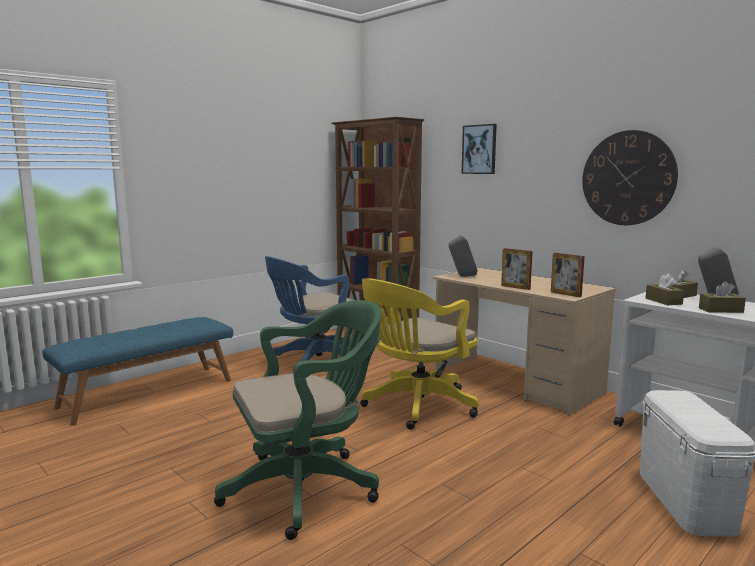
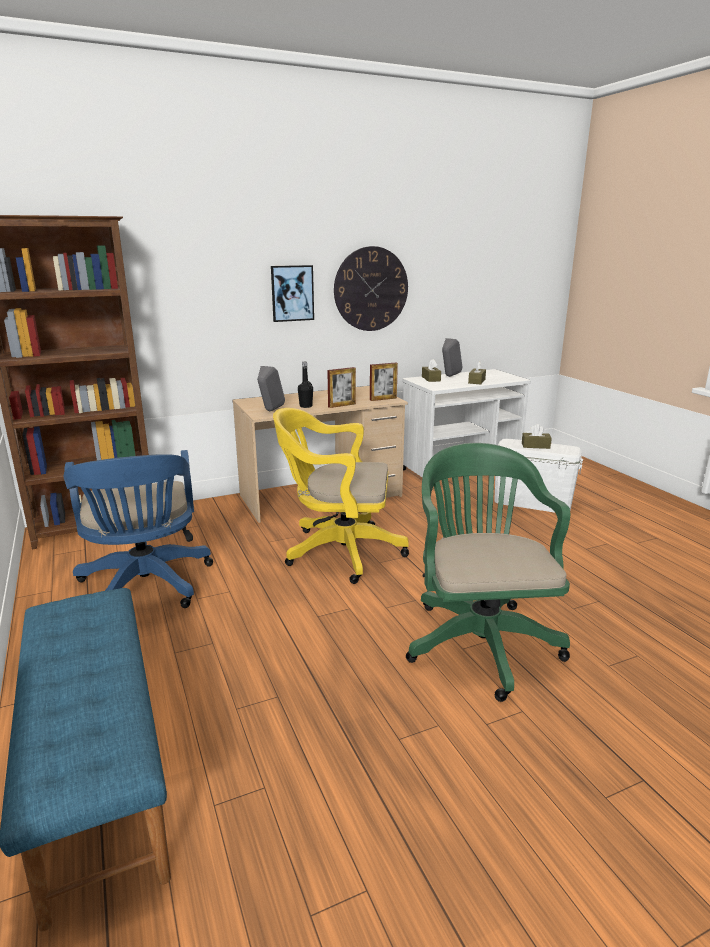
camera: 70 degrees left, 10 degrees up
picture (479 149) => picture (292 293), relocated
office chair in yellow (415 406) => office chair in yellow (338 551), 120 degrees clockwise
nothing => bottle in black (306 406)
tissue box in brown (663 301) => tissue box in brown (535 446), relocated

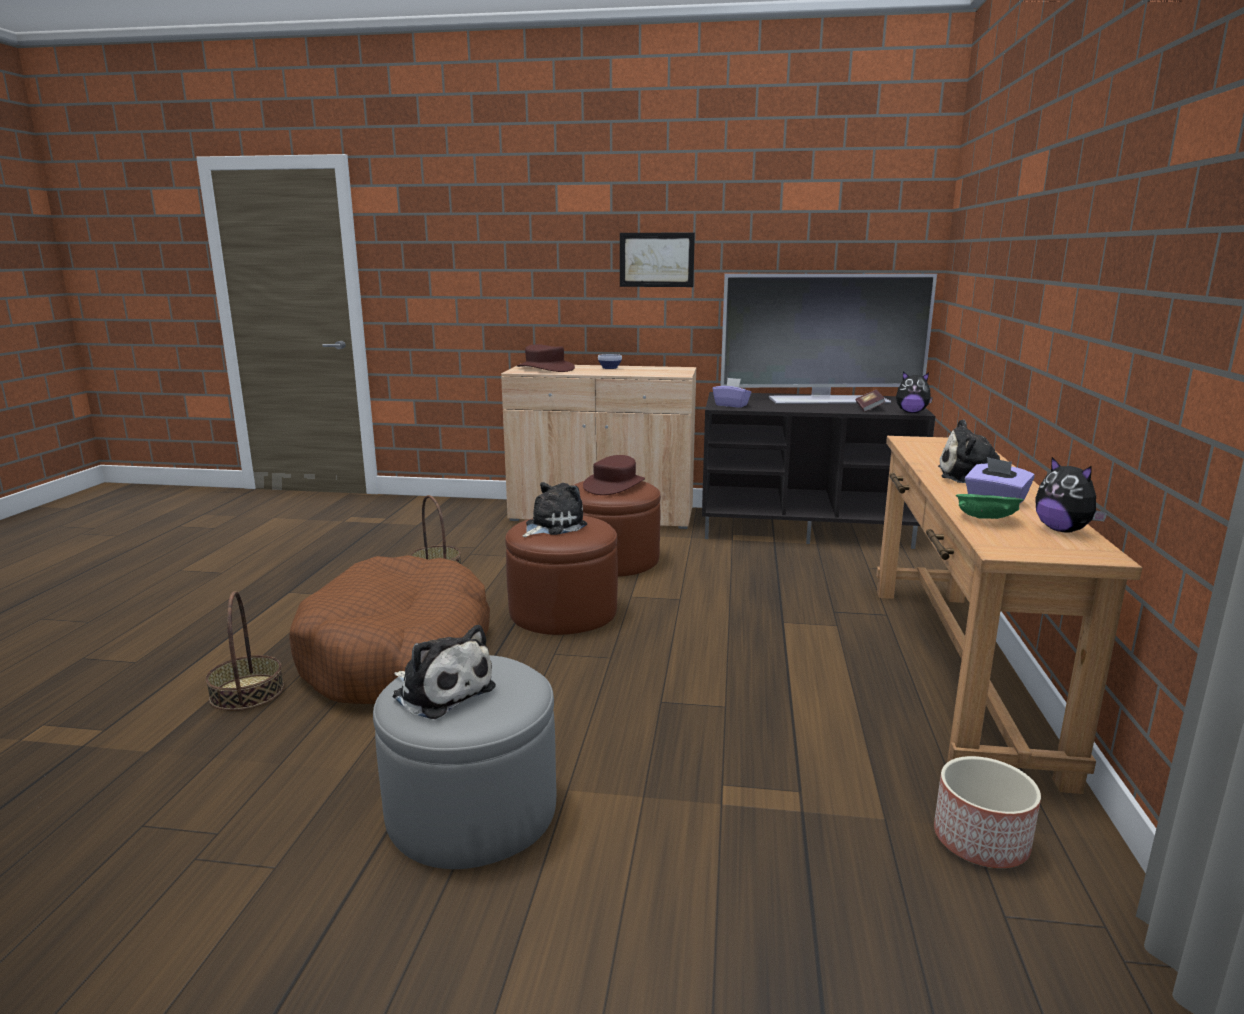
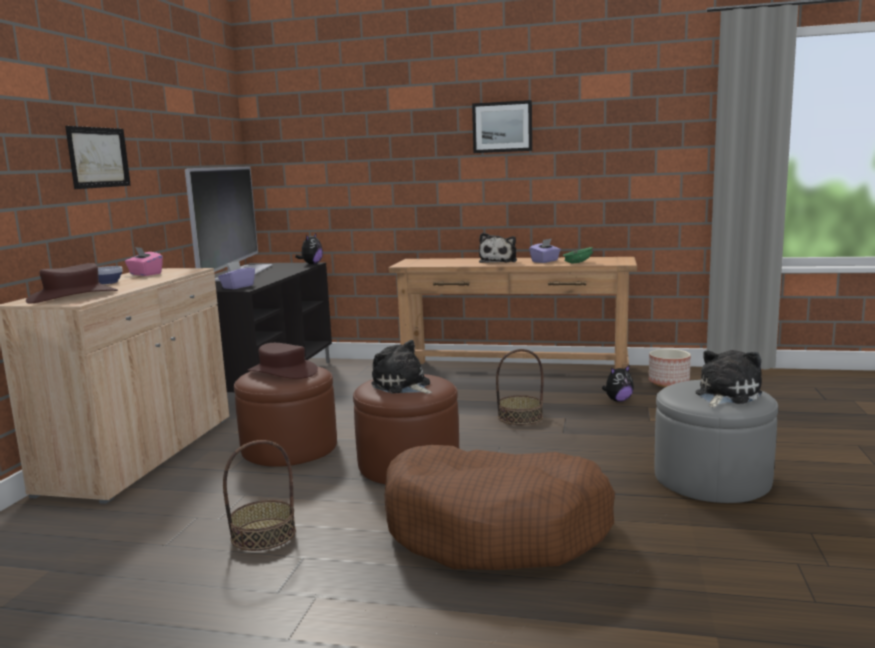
camera: 85 degrees left, 5 degrees down
nothing => tissue box in pink (145 274)
nothing => picture (502 127)
basket (247 692) => basket (520 417), relocated
plush toy (1063 530) => plush toy (618 400), relocated
book (869 408) => nothing

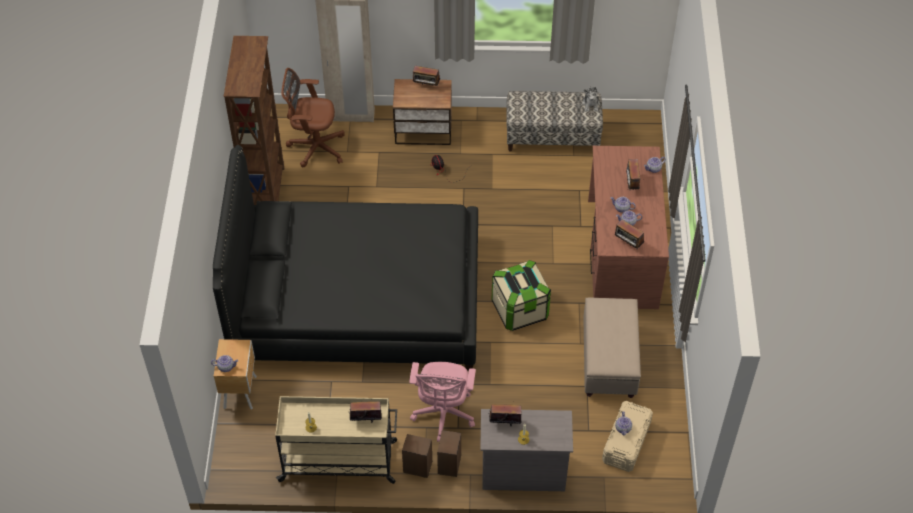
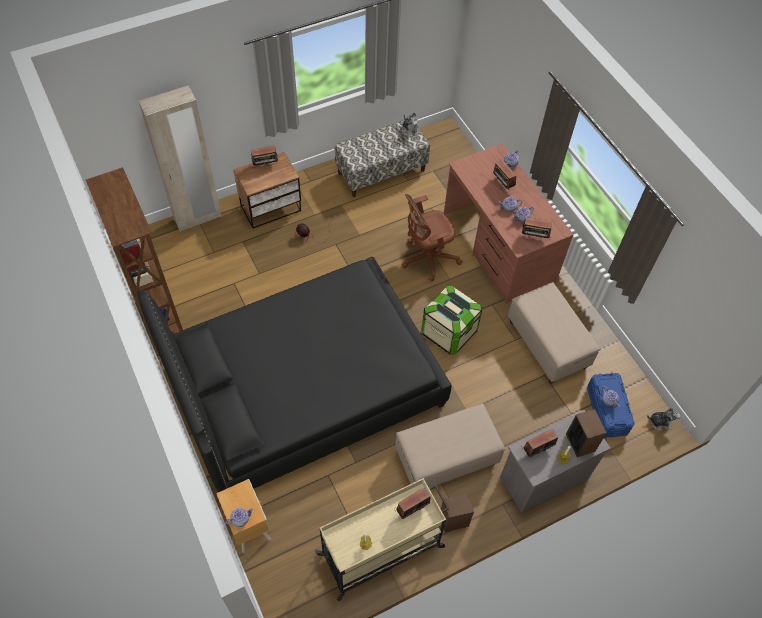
camera: 30 degrees left, 5 degrees up
office chair in pink (443 415) => ottoman in beige (445 458)
office chair in brown (314 147) => office chair in brown (427 258), relocated
speaker (449 464) => speaker (580 442), relocated
storage box in beige (626 442) => storage box in blue (607 410)
nothing => plush toy (659 422)

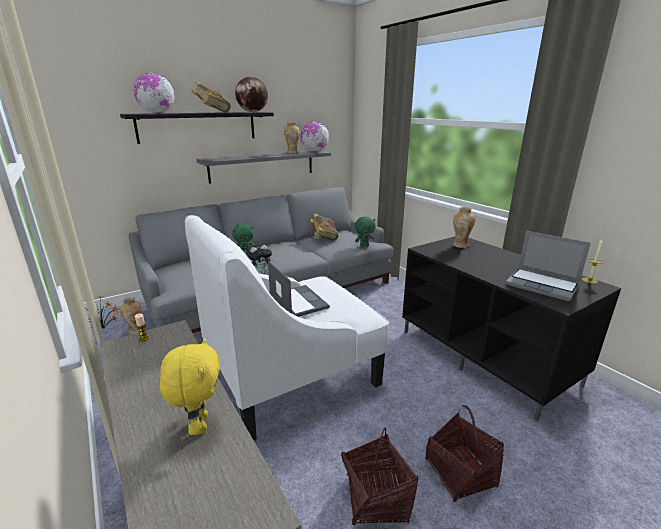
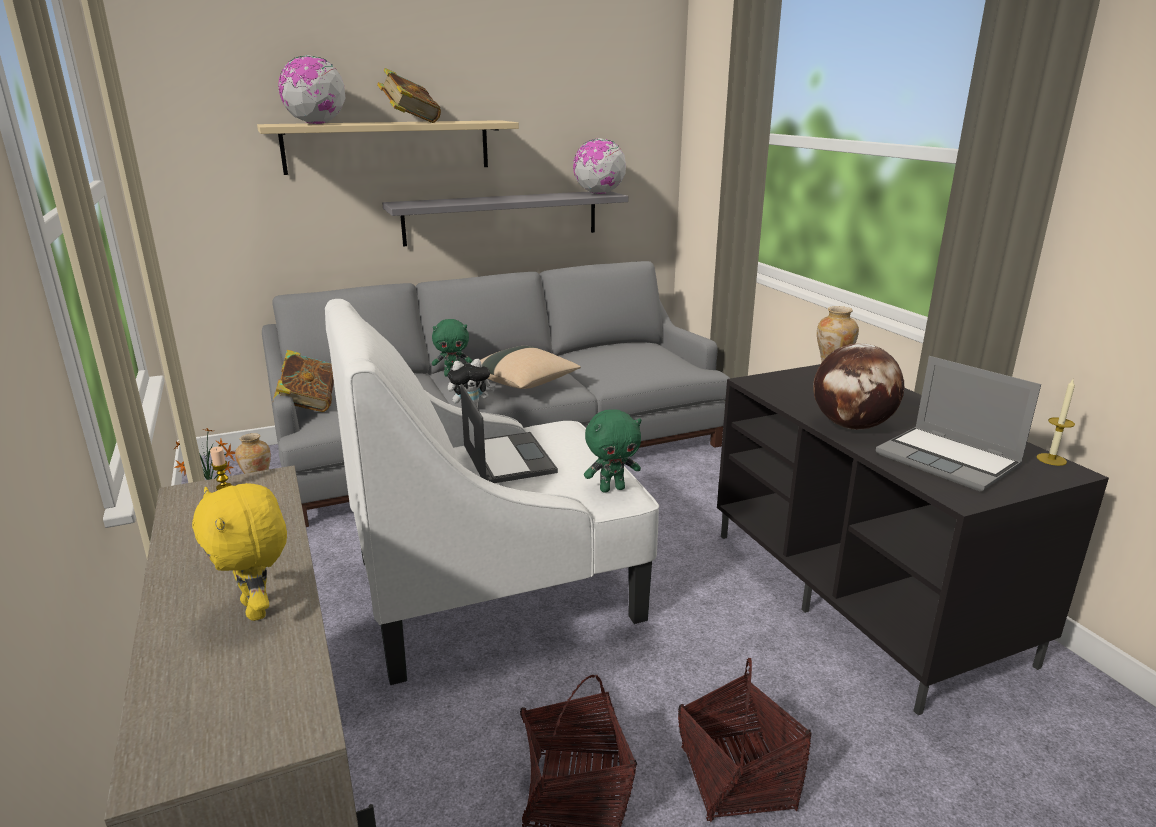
camera: 10 degrees right, 0 degrees up
plush toy in yellow (199 424) => plush toy in yellow (258 609), 150 degrees clockwise
shelf in black (198 126) => shelf in beige (388 146)
book (324 238) => book (308 405), relocated
nothing => pillow in beige (525 383)
plush toy in green (364 246) => plush toy in green (612 488), relocated
globe (253 112) => globe (852 426), relocated
vase (292 153) => nothing

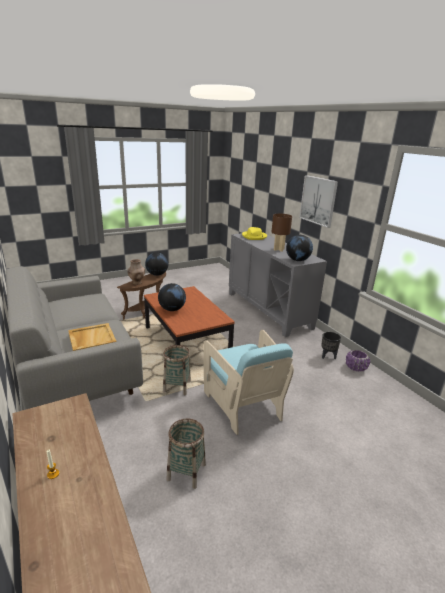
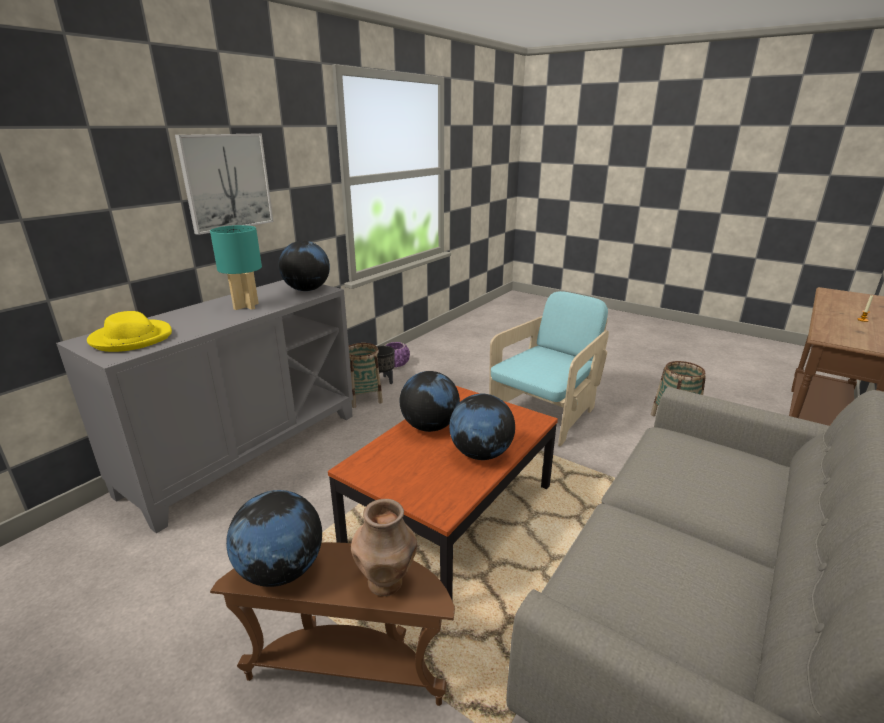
camera: 115 degrees left, 0 degrees up
table lamp in brown (278 249) => table lamp in turquoise (245 306)
basket (177 386) => basket (364 398), relocated
nothing => globe (430 426)
tray in beige (92 340) => nothing

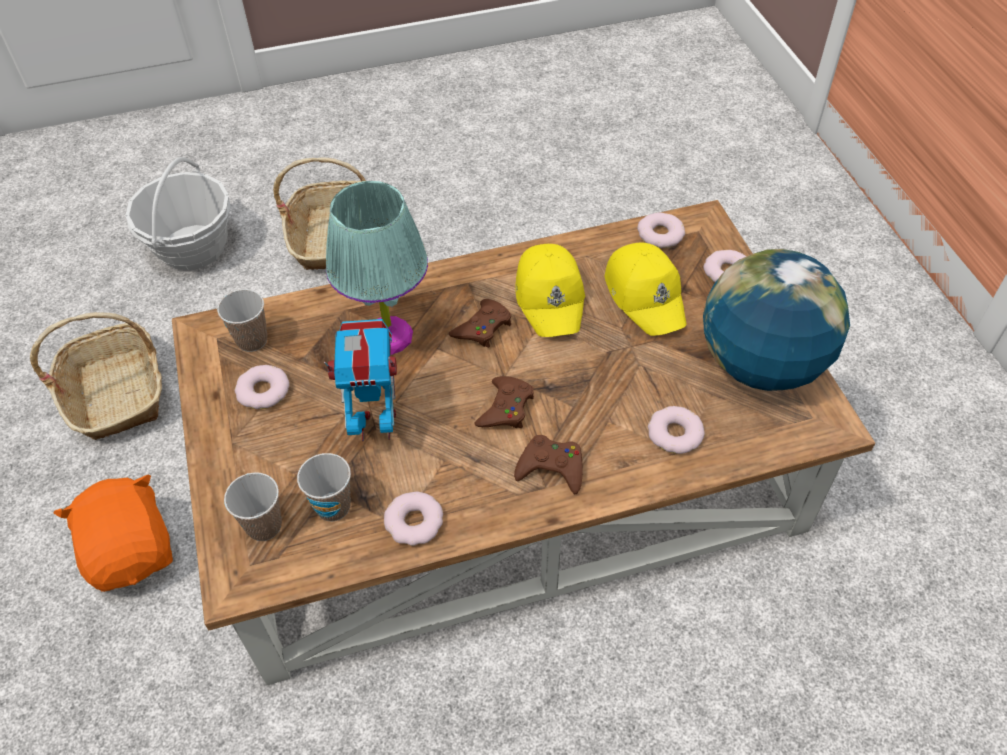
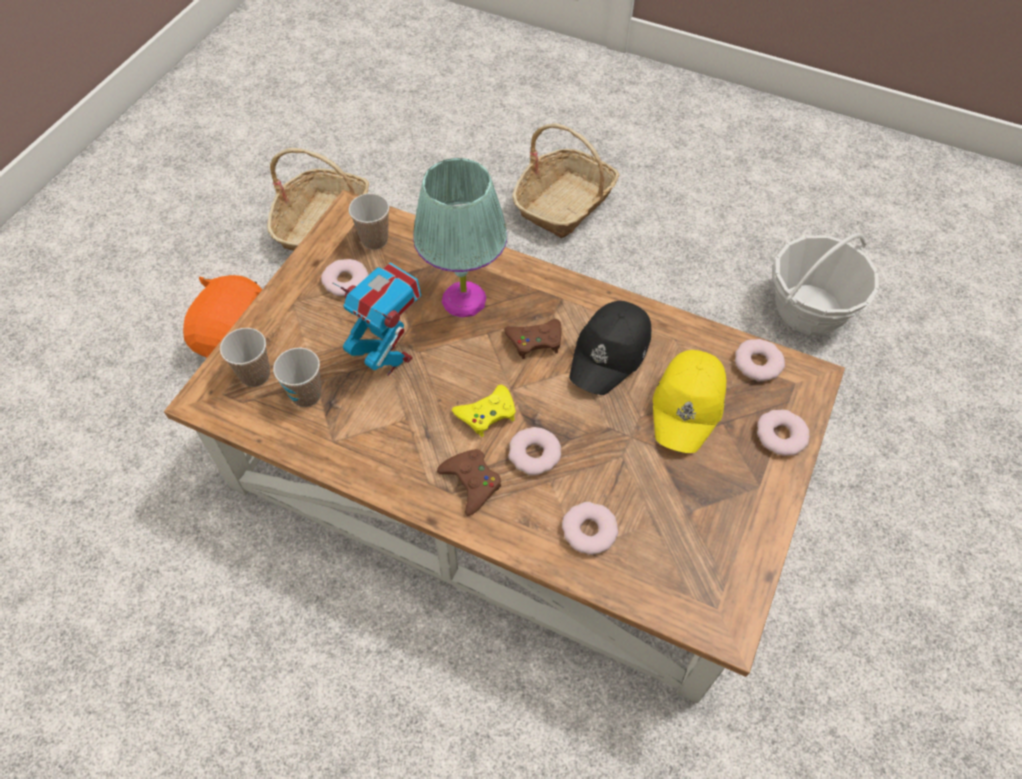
camera: 40 degrees right, 5 degrees up
game controller in brown (506 408) => game controller in yellow (487 413)
donut (414 522) => donut (534 454), relocated
cap in yellow (551 297) => cap in black (611 353)
basket (193 247) => basket (809 309), relocated
globe (760 365) => nothing

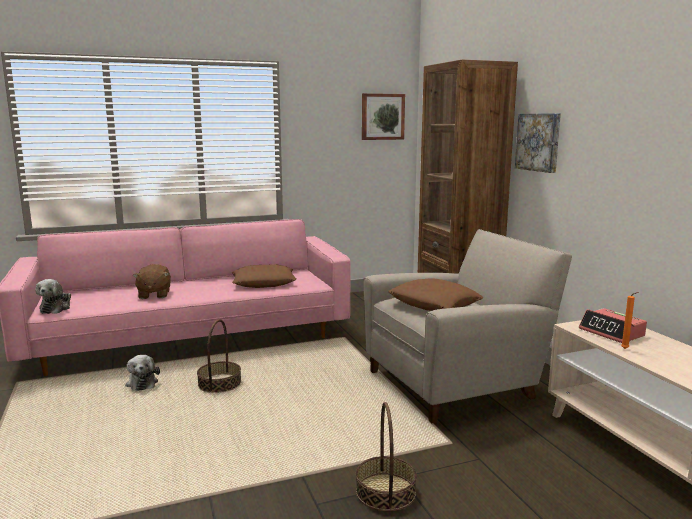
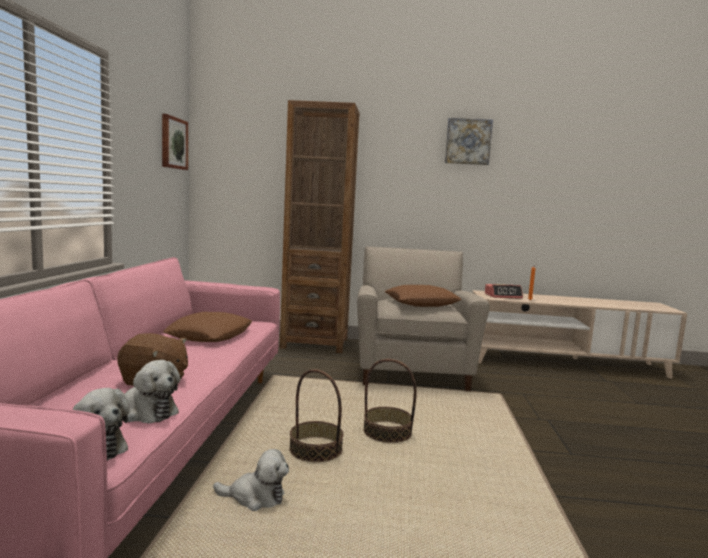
camera: 65 degrees left, 5 degrees down
nothing => plush toy (145 411)
basket (386 492) => basket (387 432), relocated
picture (539 142) => picture (468 142), relocated

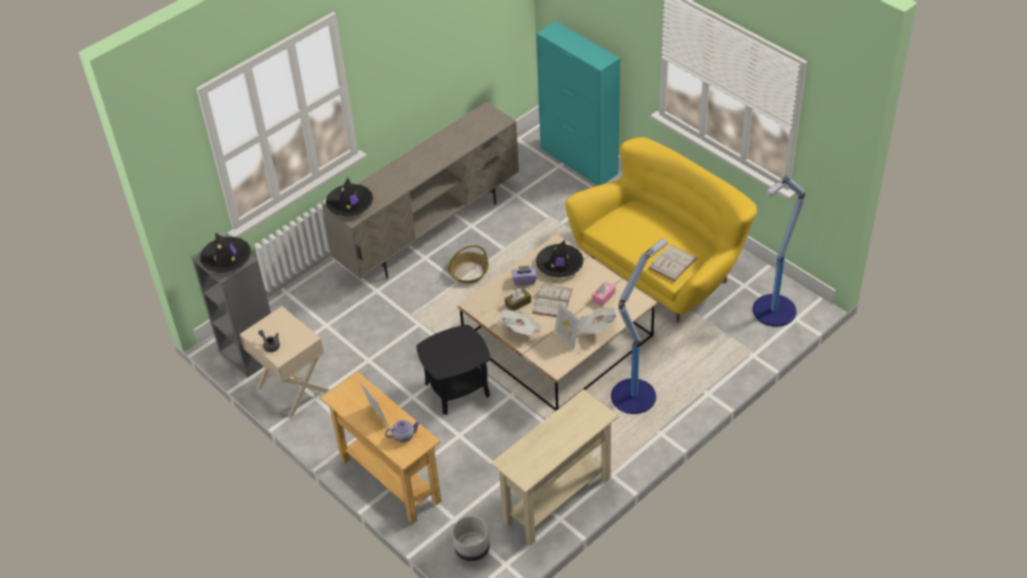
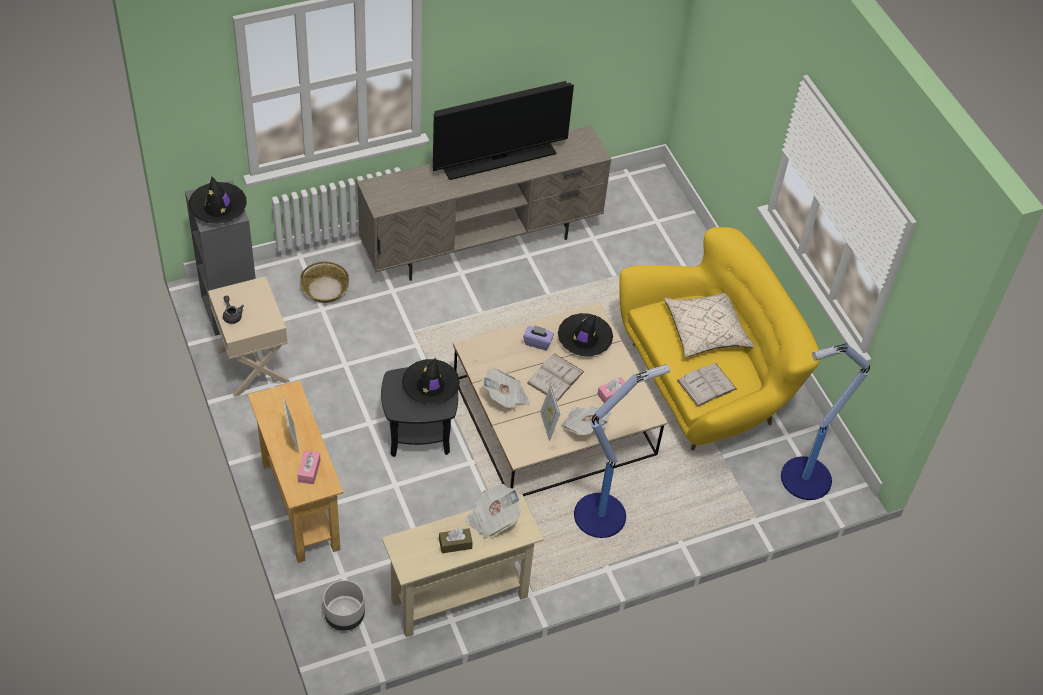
camera: 15 degrees right, 5 degrees up
teapot (404 435) => tissue box in pink (309 471)
basket (468 272) => basket (325 288), relocated
hat in black (350 205) => hat in black (430 386), relocated
nothing => television (499 160)
tissue box in brown (518 303) => tissue box in brown (455 544), relocated
nothing => newspaper (492 518)
nothing => pillow in beige (706 331)
cabinet in turquoise (579 161) => nothing

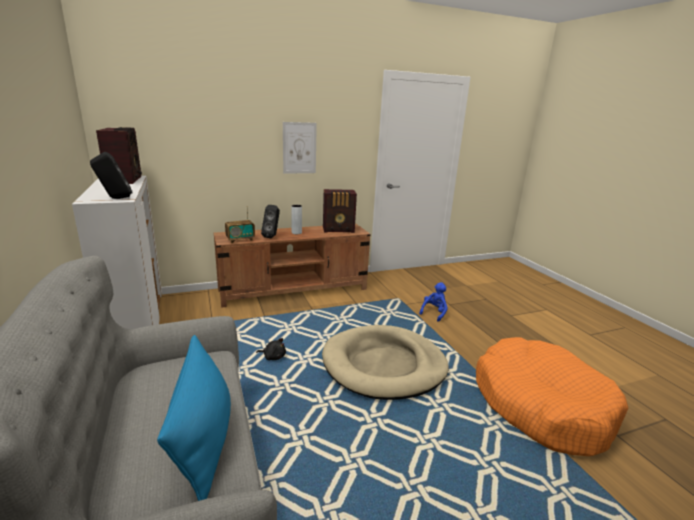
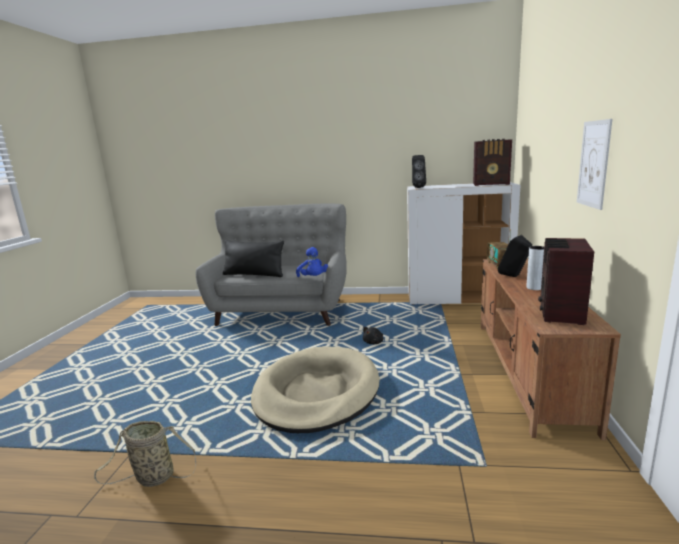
camera: 120 degrees right, 5 degrees down
dog bed in orange (540 405) => basket (152 478)
pillow in blue (204 438) => pillow in black (254 274)
plush toy in blue (434 313) => plush toy in blue (313 278), relocated

